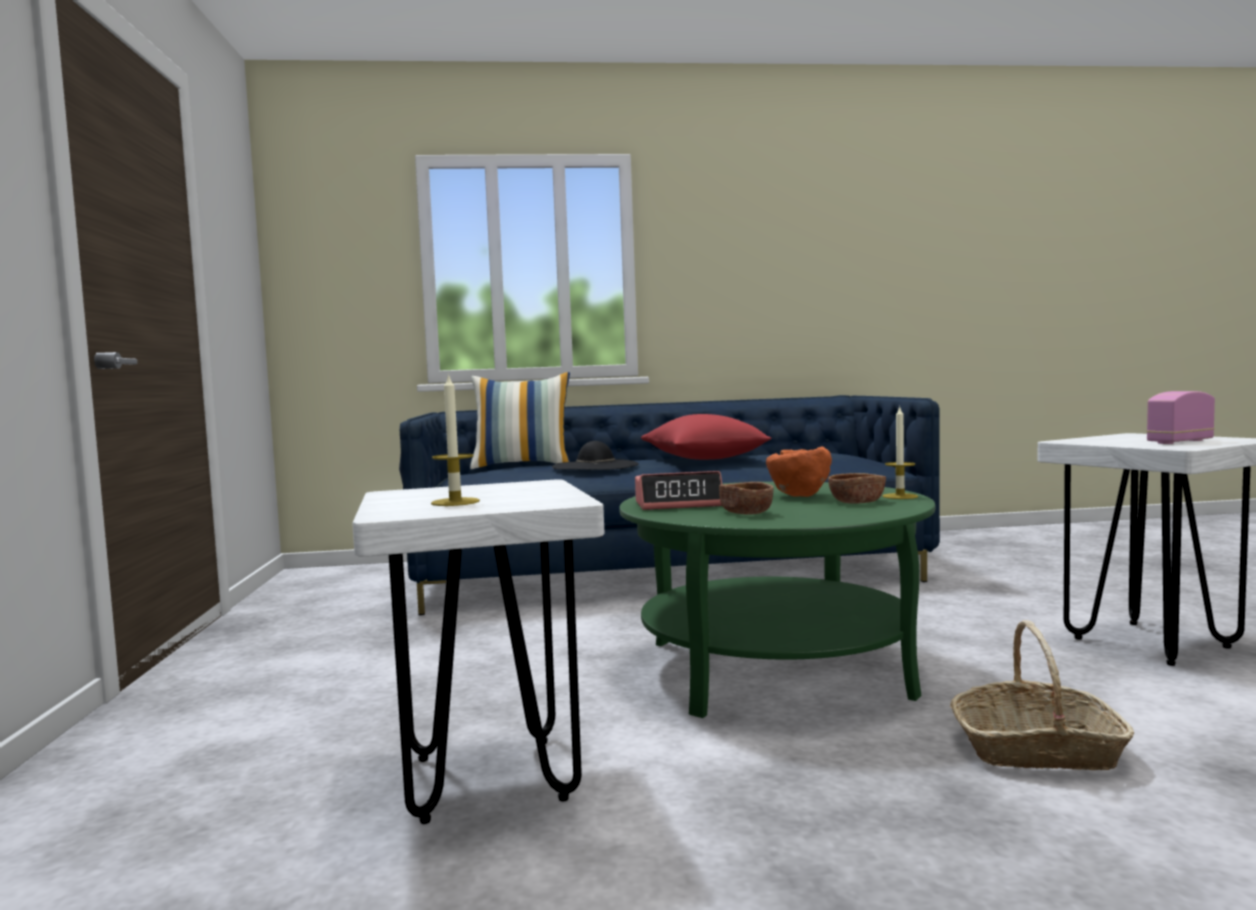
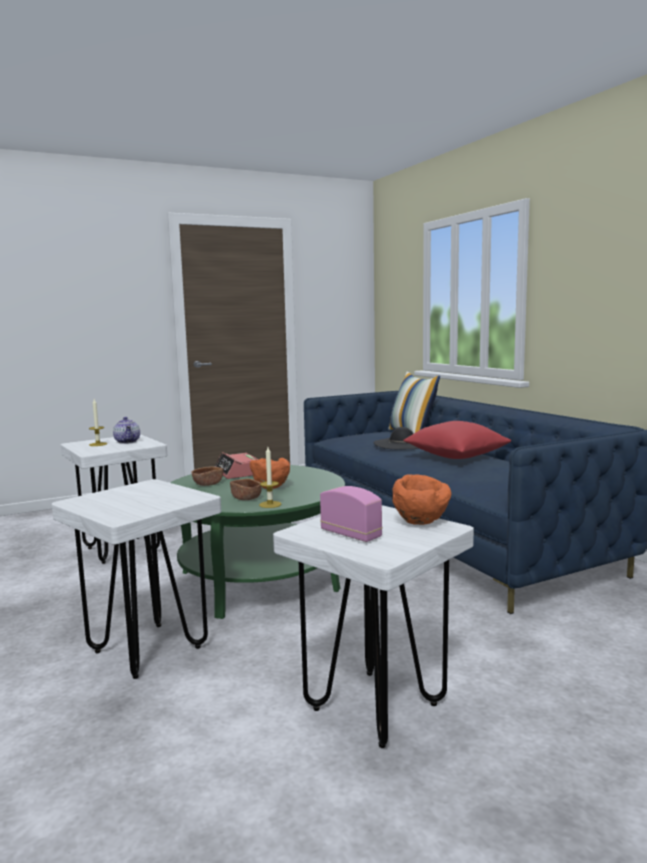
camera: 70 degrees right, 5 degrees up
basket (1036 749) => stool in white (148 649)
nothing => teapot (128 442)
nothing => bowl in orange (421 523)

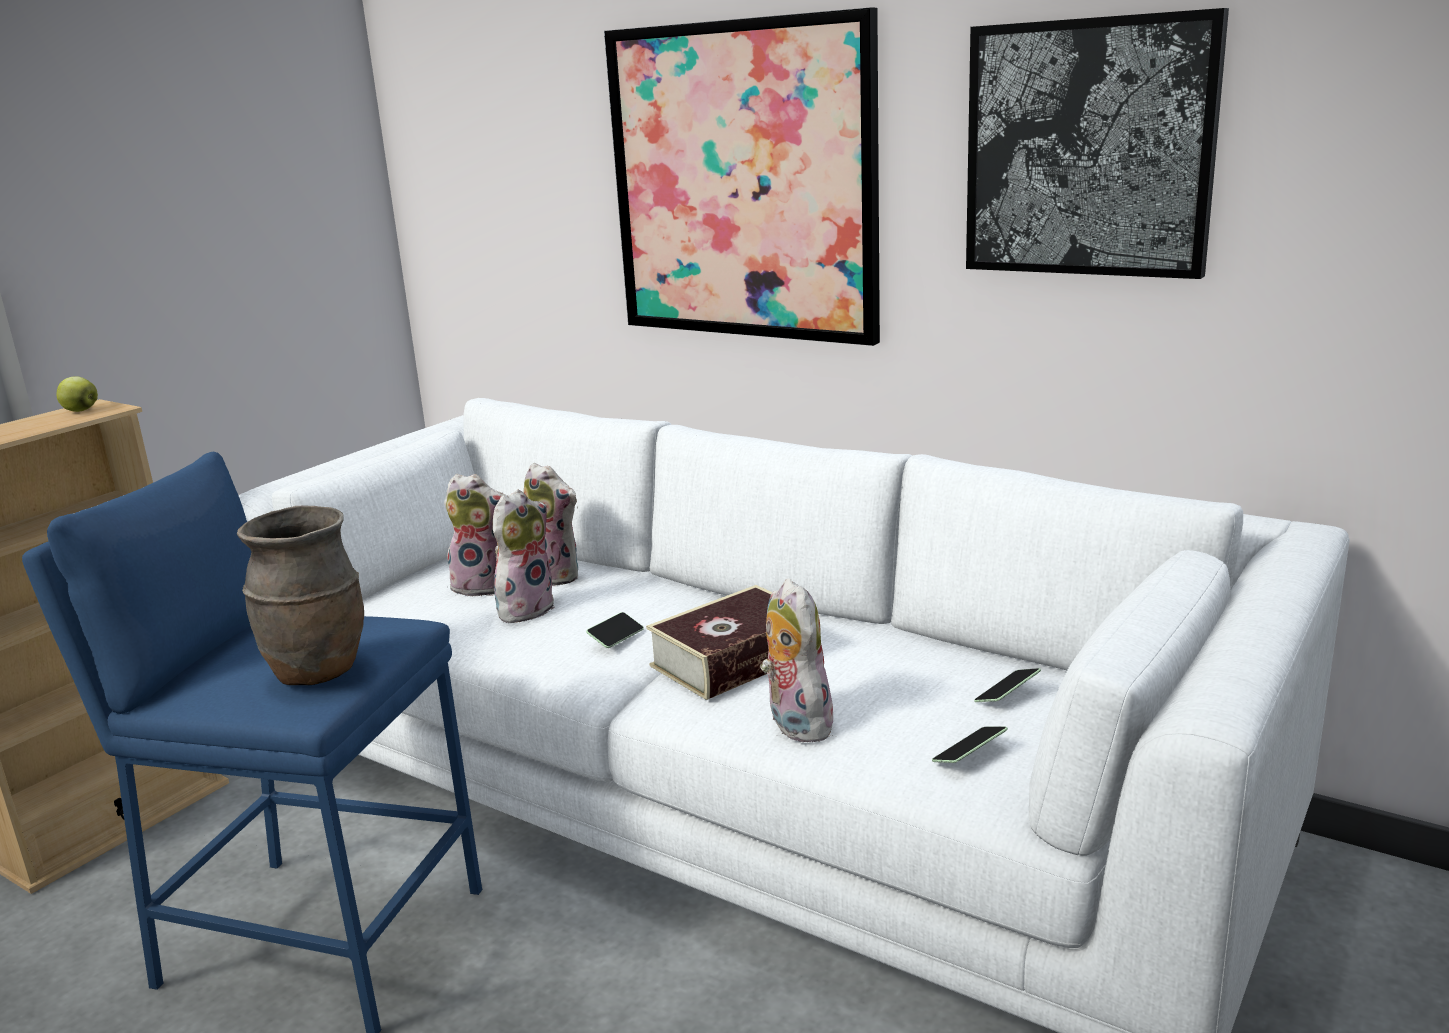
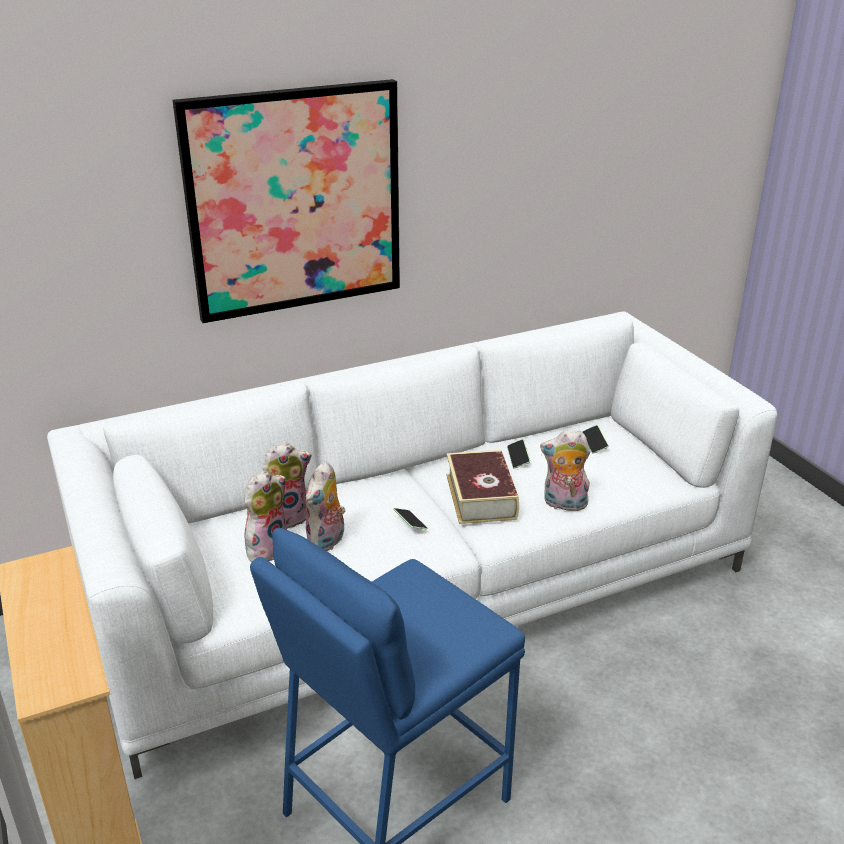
camera: 60 degrees left, 10 degrees up
plush toy (525 608) => plush toy (327 542), 135 degrees counterclockwise
phone (969 754) => phone (518 458), relocated
apple (80 411) => nothing
vase in brown (319 671) => nothing
picture (1089 149) => nothing

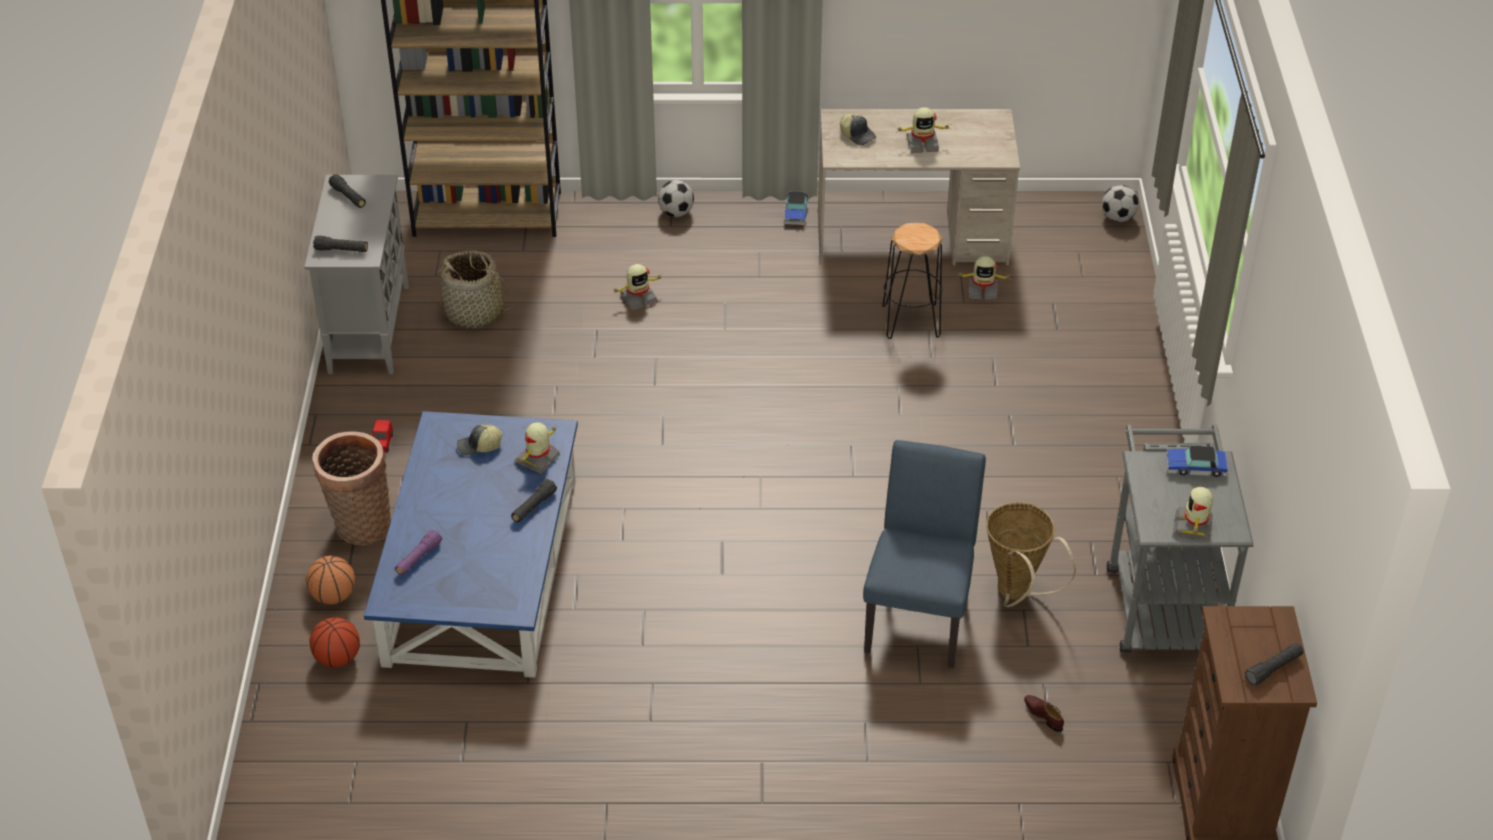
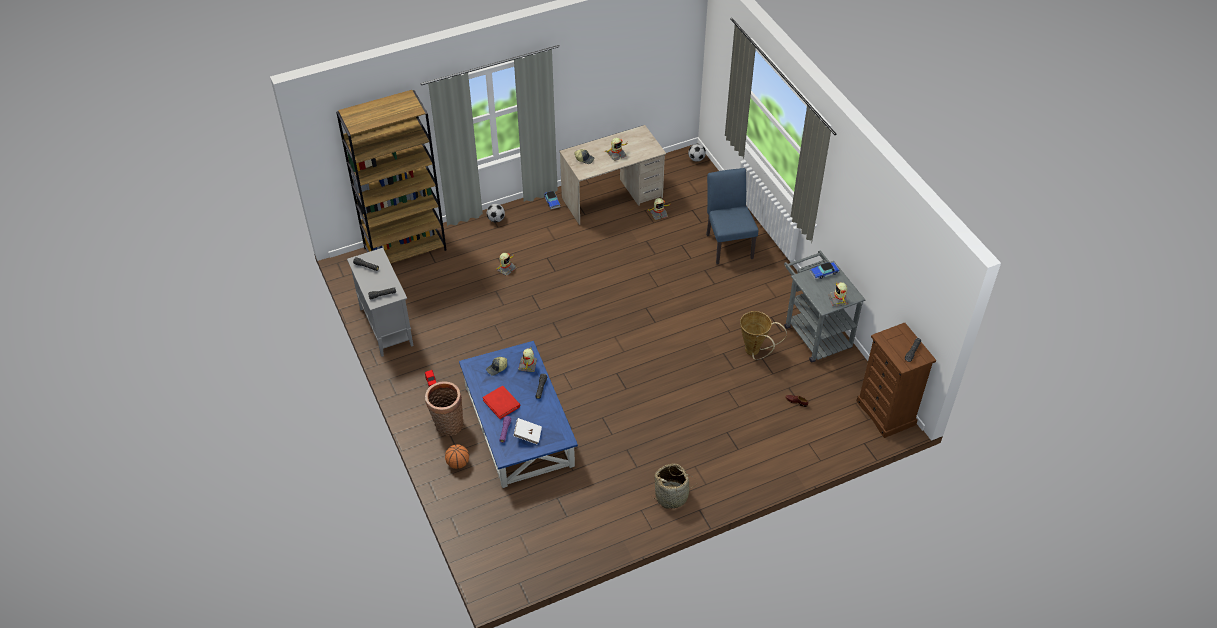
camera: 25 degrees left, 5 degrees up
nothing => book in red (501 403)
nothing => book in white (528 435)
basket (475 313) => basket (672 496), relocated
chair in blue (919 615) => chair in blue (728 243), relocated
basketball (337 658) => nothing
stool in black (910 321) => nothing

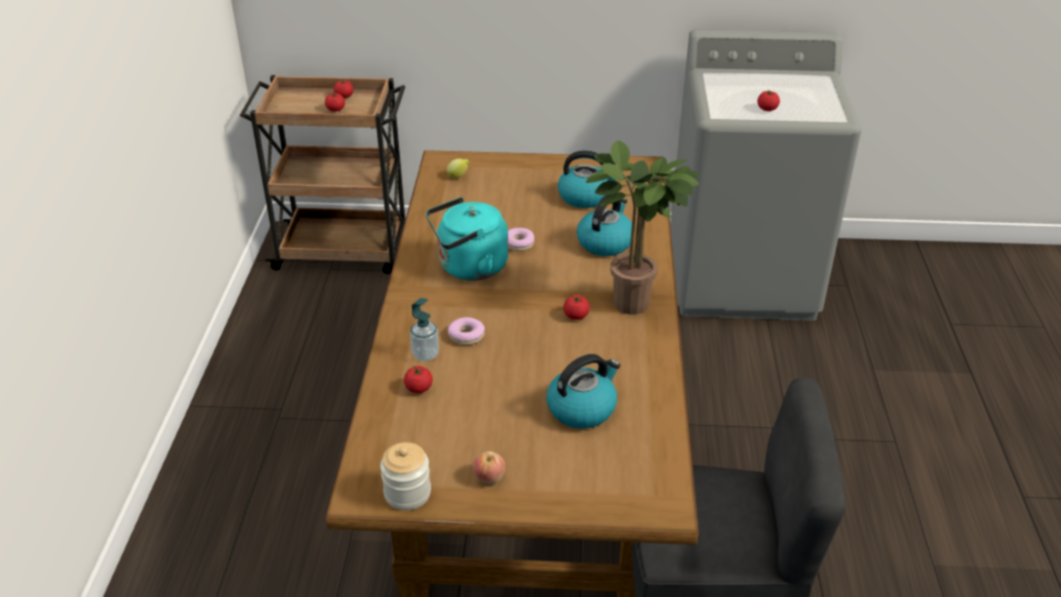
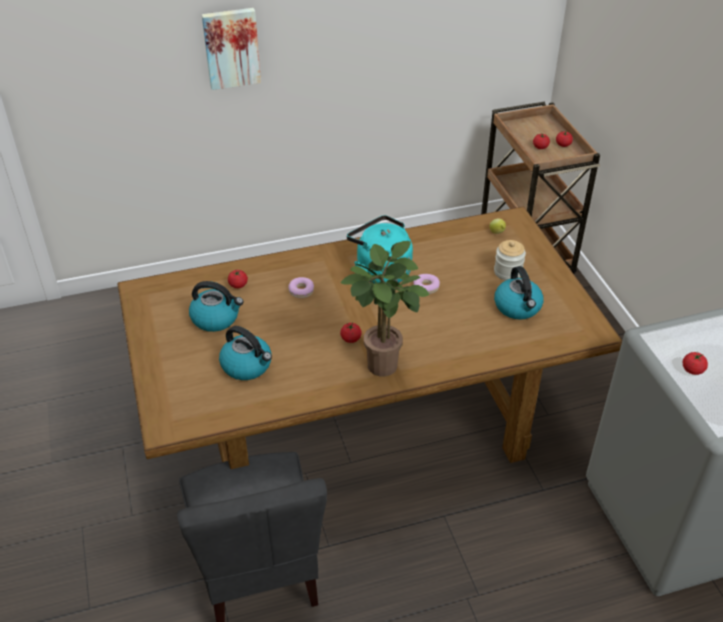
camera: 70 degrees right, 5 degrees up
kettle (605 242) => kettle (216 318), relocated
nothing => picture (231 48)
jar (407 493) => jar (508 272), relocated
soap dispenser (425 355) => nothing
apple (489 477) => nothing

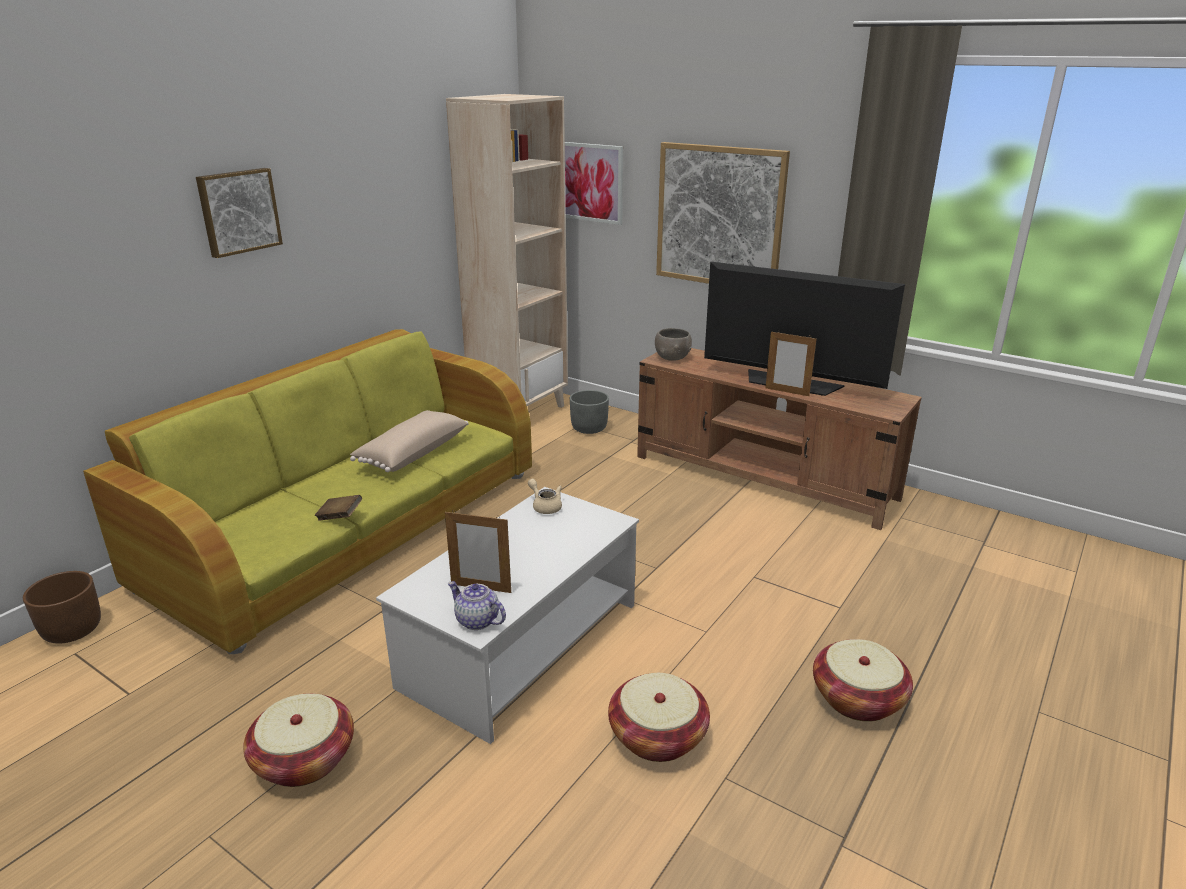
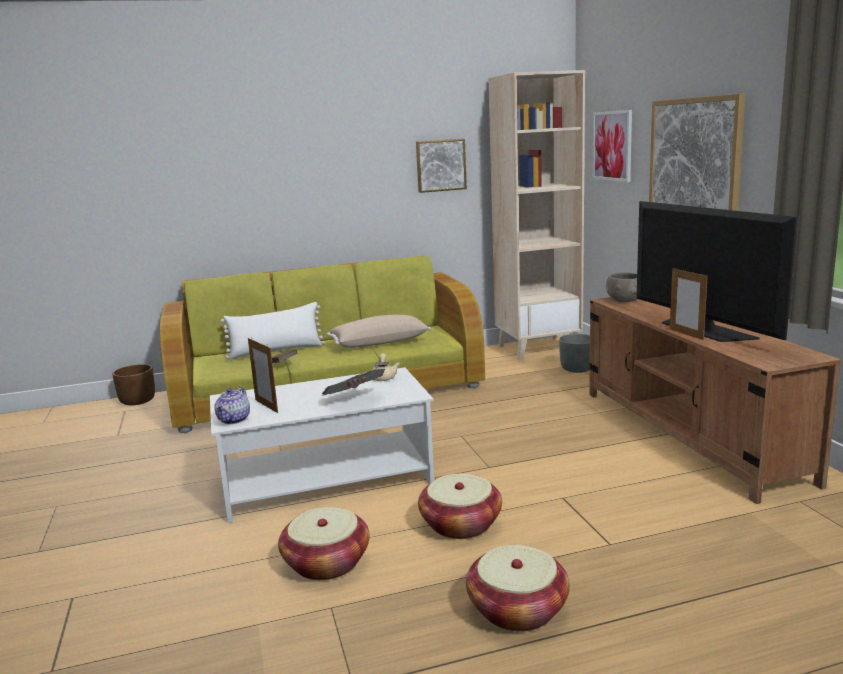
camera: 40 degrees right, 10 degrees down
teapot (476 621) => teapot (234 420), 150 degrees counterclockwise
nothing => pillow in white (276 351)
nothing => newspaper (354 399)
picture (238 211) => picture (440 165), relocated
basket (304 759) => basket (460 525), relocated

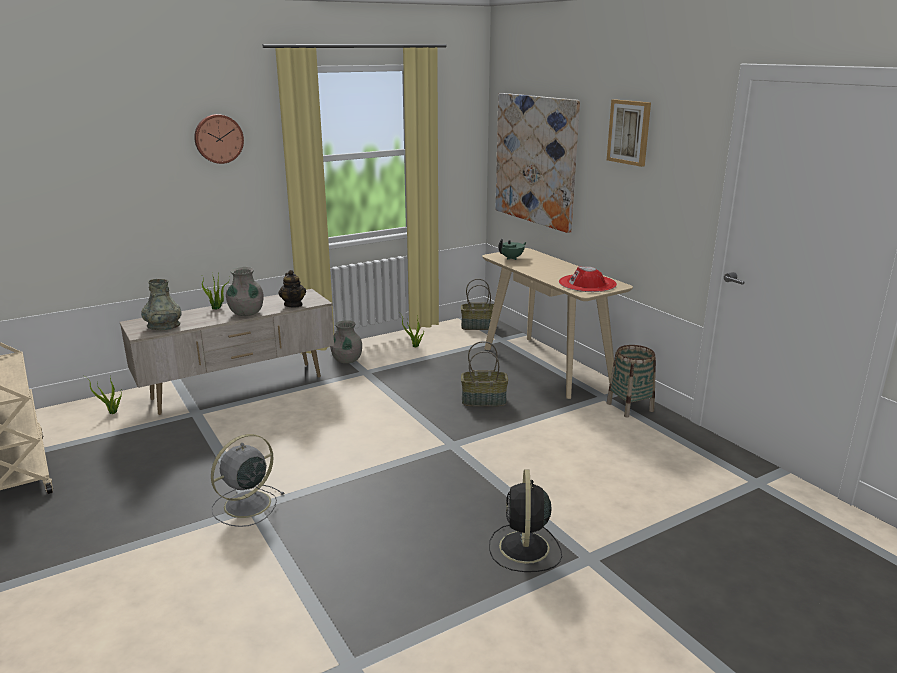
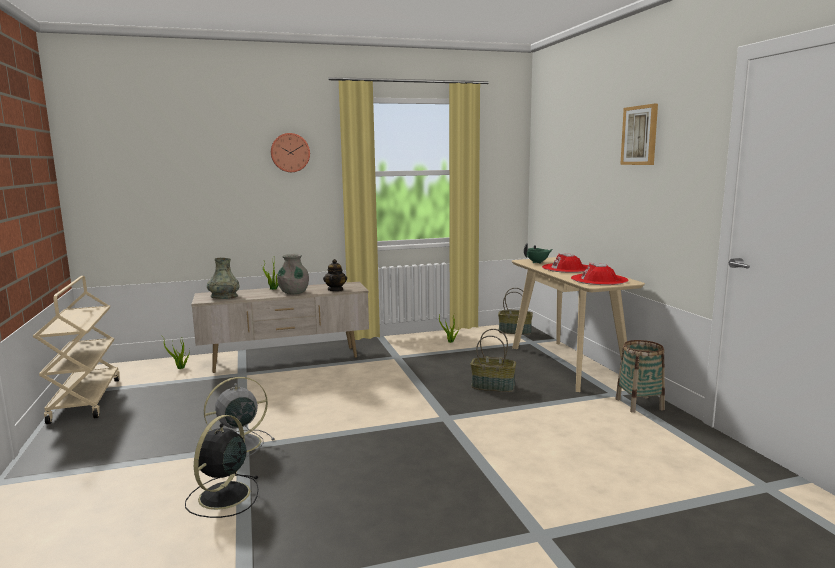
camera: 15 degrees right, 10 degrees down
fan in black (524 549) => fan in black (223 497), relocated
nothing => hat in red (567 268)
vase in grey (347 360) => nothing
picture (535 160) => nothing

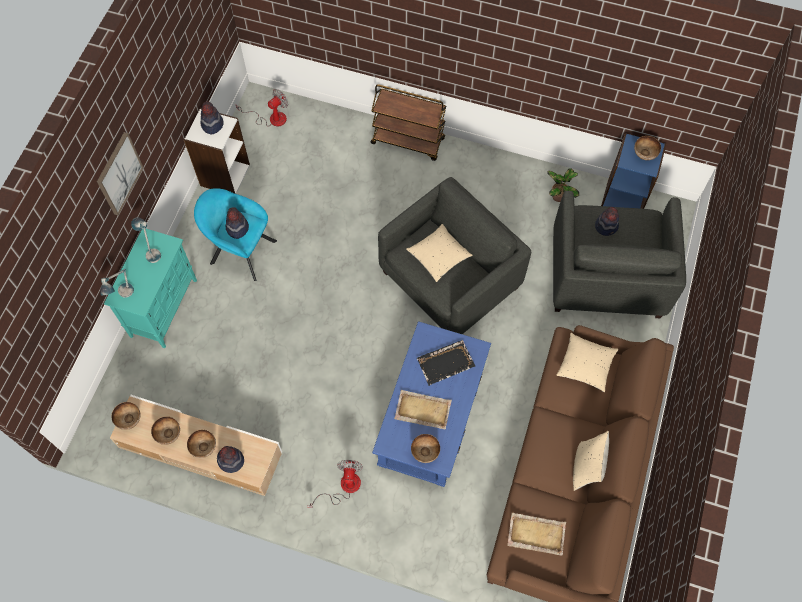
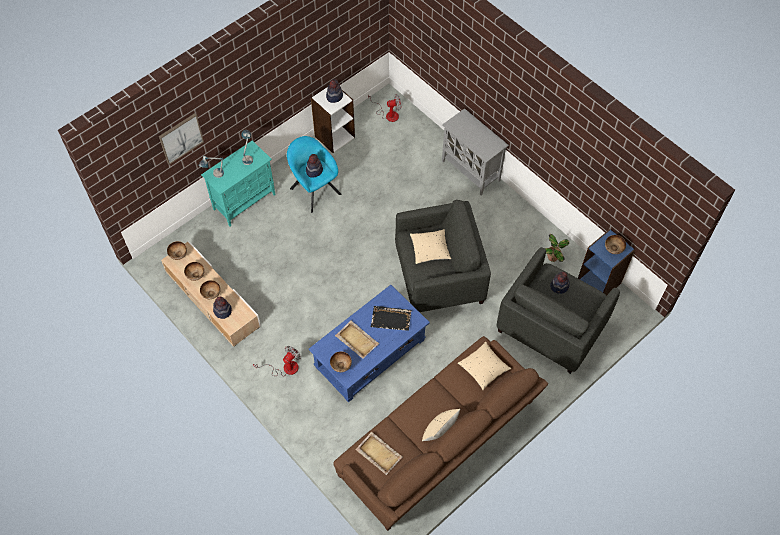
camera: 30 degrees right, 5 degrees down
picture (119 173) => picture (180 138), relocated
cart in brown (408 141) => cabinet in grey (471 171)

